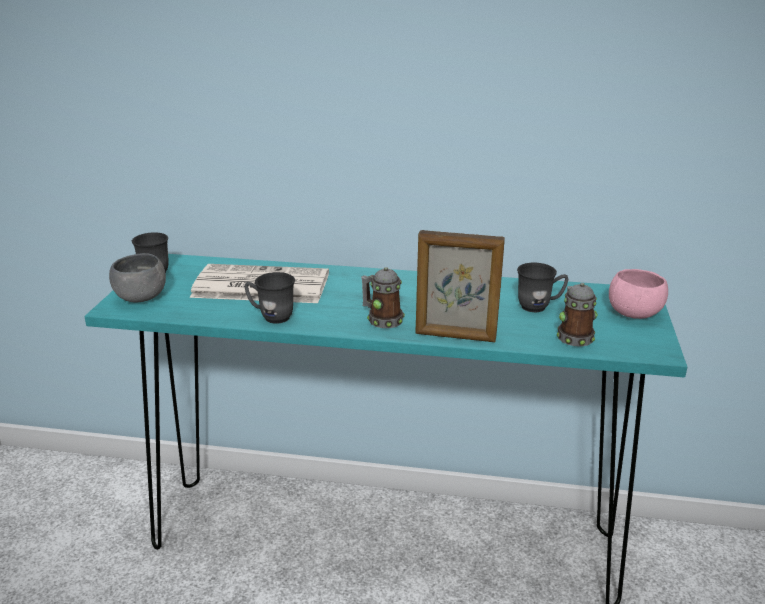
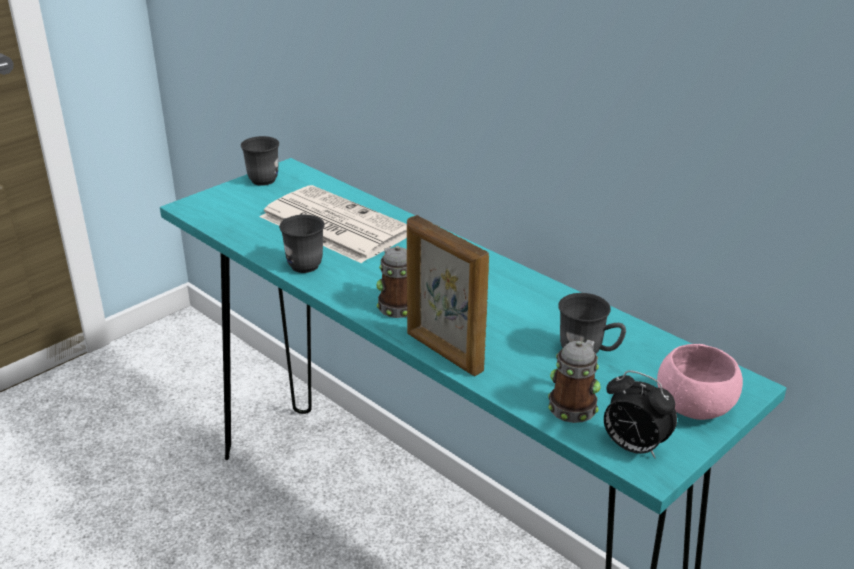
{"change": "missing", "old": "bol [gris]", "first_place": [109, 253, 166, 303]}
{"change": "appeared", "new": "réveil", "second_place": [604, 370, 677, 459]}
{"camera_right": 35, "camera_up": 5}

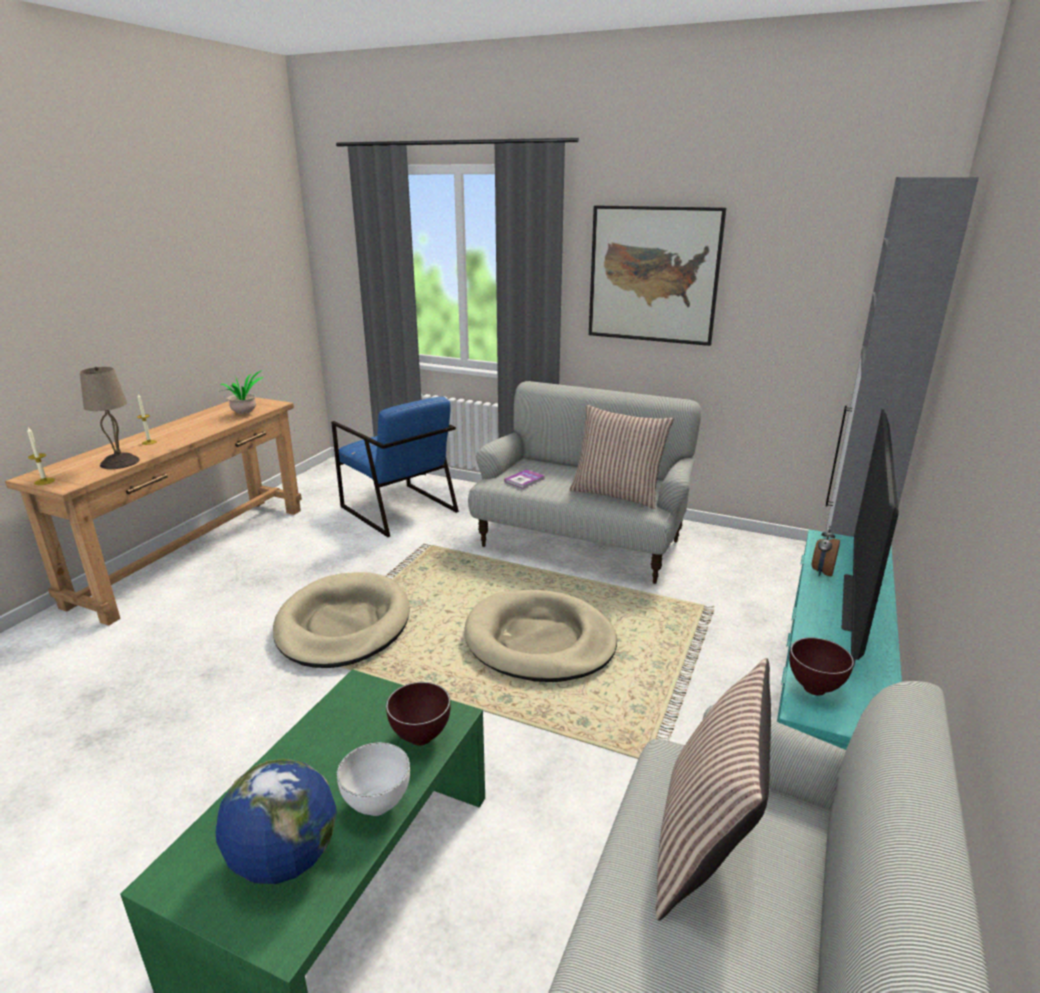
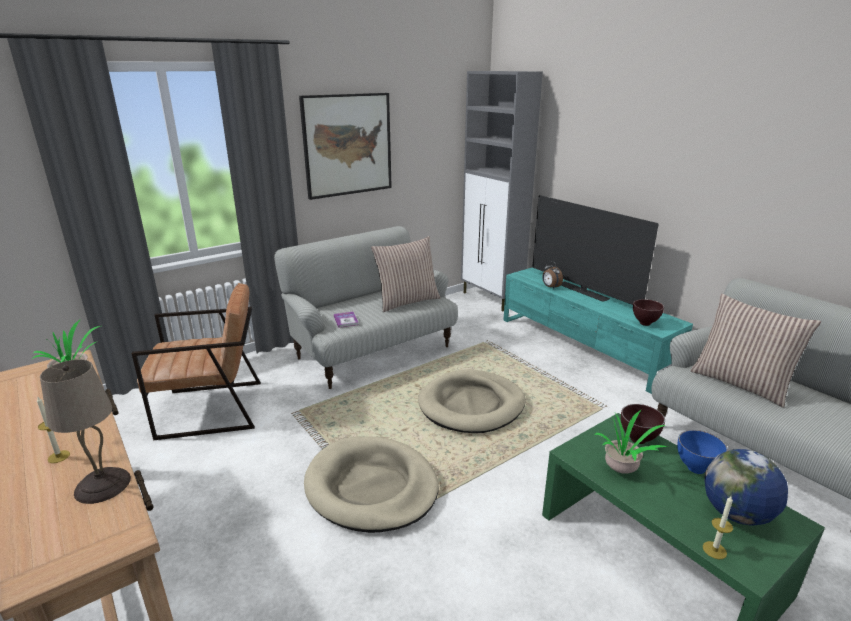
{"change": "relocated", "old": "bougie", "first_place": [27, 427, 55, 485], "second_place": [703, 496, 733, 559]}
{"change": "colour", "old": "fauteuil [bleu]", "new": "fauteuil [marron]", "first_place": [331, 396, 459, 537], "second_place": [131, 283, 261, 440]}
{"change": "colour", "old": "bol [blanc]", "new": "bol [bleu]", "first_place": [337, 742, 410, 816], "second_place": [677, 430, 728, 474]}
{"change": "appeared", "new": "plante en pot", "second_place": [594, 410, 669, 474]}
{"camera_right": -60, "camera_up": 0}

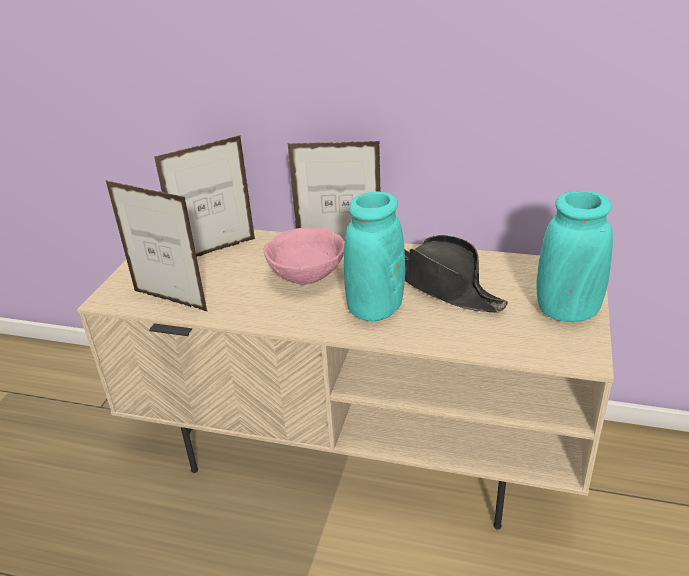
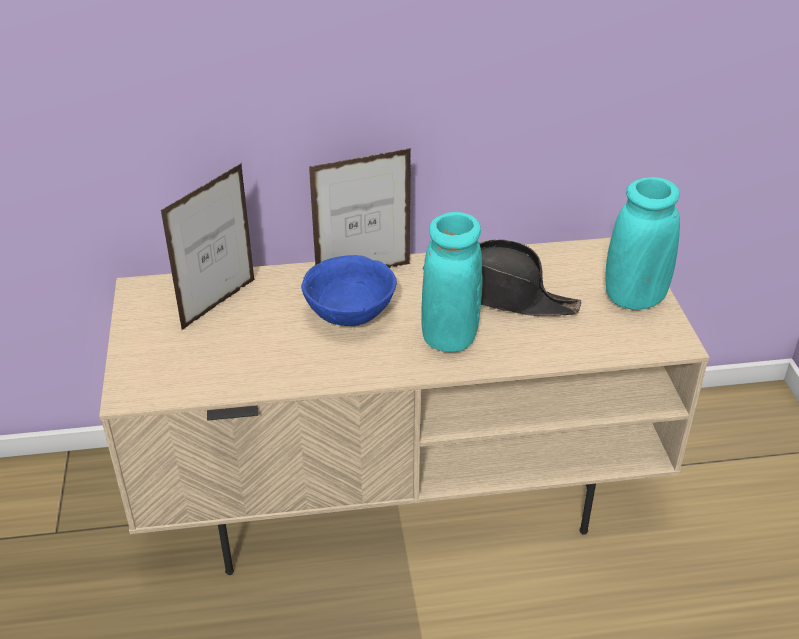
{"change": "missing", "old": "cadre photo", "first_place": [106, 181, 208, 312]}
{"change": "colour", "old": "bol [rose]", "new": "bol [bleu]", "first_place": [263, 227, 345, 285], "second_place": [301, 255, 397, 326]}
{"camera_right": -25, "camera_up": 5}

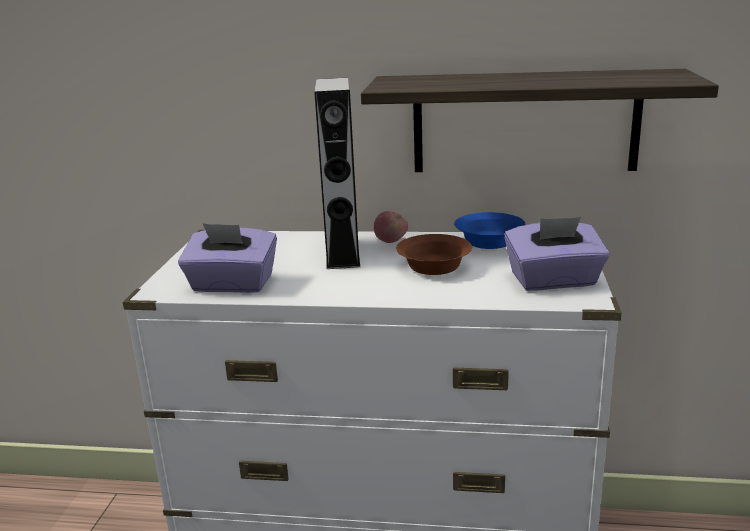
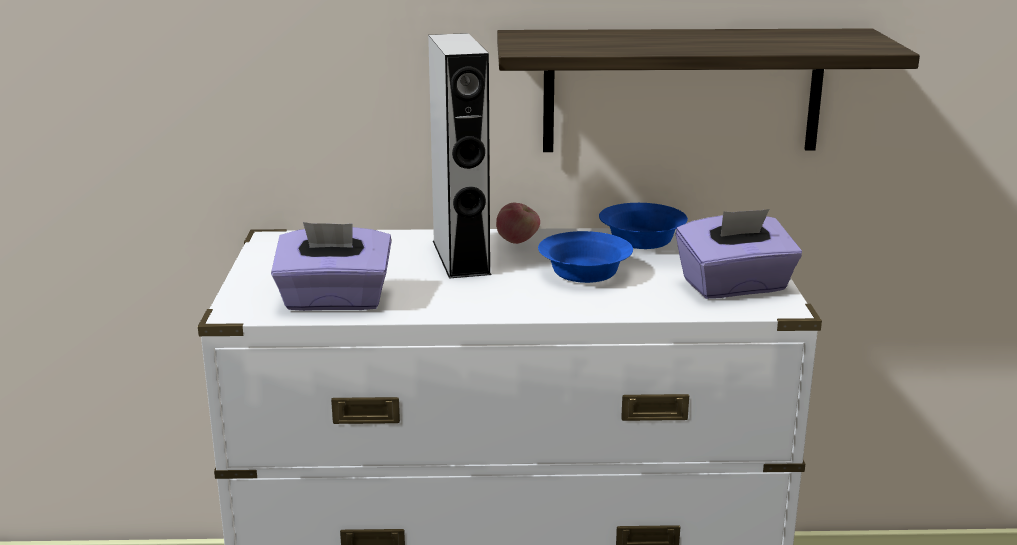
{"change": "colour", "old": "bol [marron]", "new": "bol [bleu]", "first_place": [396, 234, 472, 275], "second_place": [538, 231, 633, 283]}
{"camera_right": -10, "camera_up": 0}

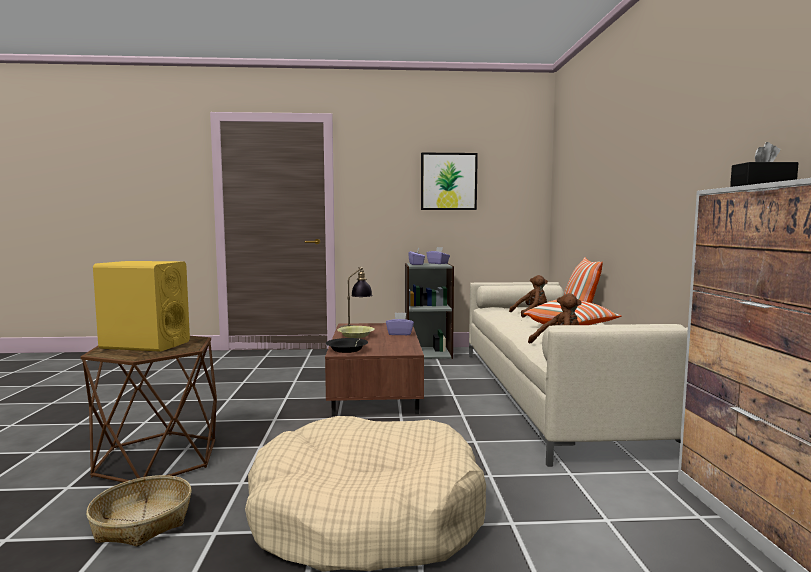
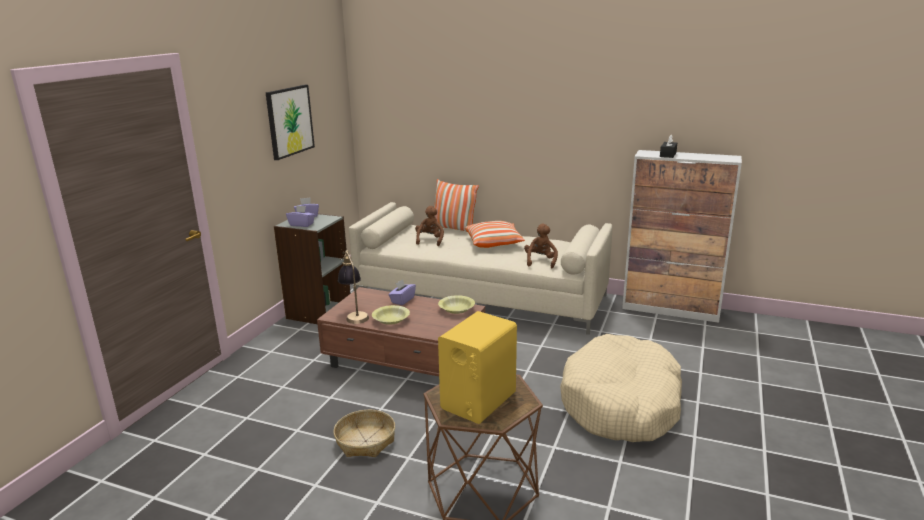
{"change": "relocated", "old": "panier", "first_place": [86, 475, 192, 546], "second_place": [333, 410, 395, 457]}
{"change": "missing", "old": "bol [noir]", "first_place": [326, 338, 368, 353]}
{"change": "appeared", "new": "bol [jaune]", "second_place": [438, 295, 475, 314]}
{"camera_right": -65, "camera_up": 15}

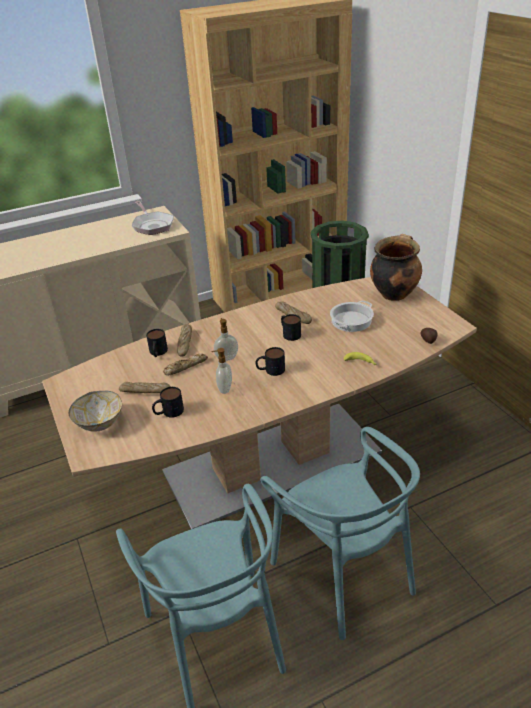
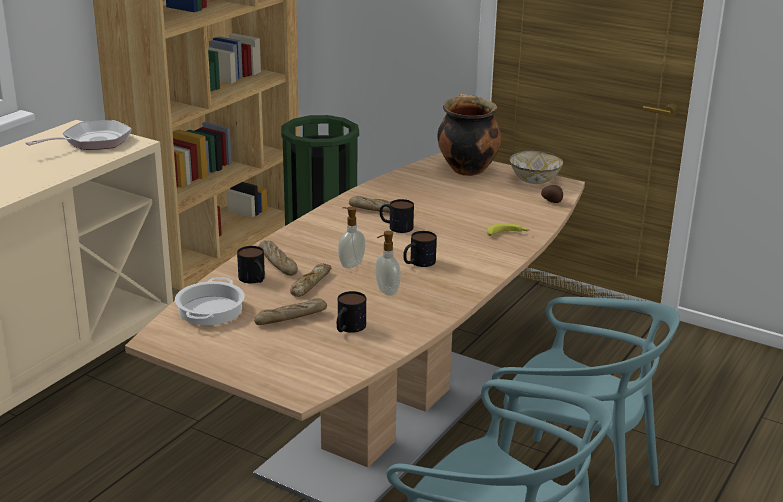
{"change": "relocated", "old": "bol", "first_place": [69, 391, 122, 432], "second_place": [510, 151, 563, 184]}
{"change": "spun", "old": "poêle", "first_place": [132, 201, 174, 235], "second_place": [25, 120, 132, 150], "degrees": -75}
{"change": "relocated", "old": "marmite", "first_place": [330, 301, 374, 332], "second_place": [175, 277, 245, 325]}
{"camera_right": -35, "camera_up": -10}

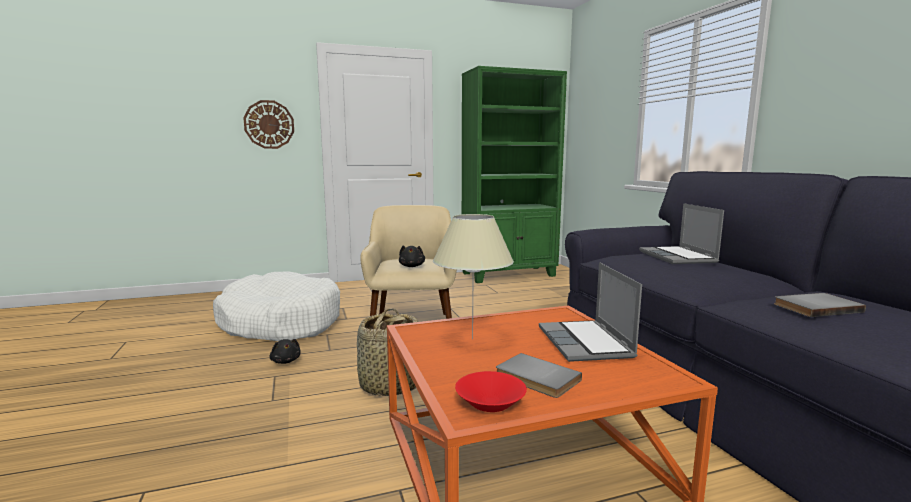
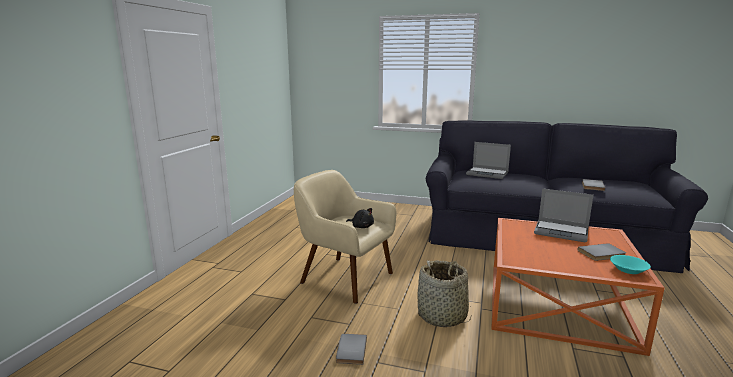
{"change": "missing", "old": "panier pour chien [blanc]", "first_place": [213, 271, 340, 341]}
{"change": "missing", "old": "horloge murale", "first_place": [243, 100, 294, 149]}
{"change": "exchanged", "old": "peluche [noir]", "new": "livre [gris]", "first_place": [270, 339, 301, 364], "second_place": [336, 334, 367, 365]}
{"change": "missing", "old": "lampe de table [beige]", "first_place": [433, 214, 514, 339]}
{"change": "colour", "old": "bol [rouge]", "new": "bol [turquoise]", "first_place": [455, 371, 527, 412], "second_place": [610, 255, 651, 274]}
{"change": "missing", "old": "bibliothèque [vert]", "first_place": [462, 66, 567, 283]}
{"camera_right": -55, "camera_up": 5}

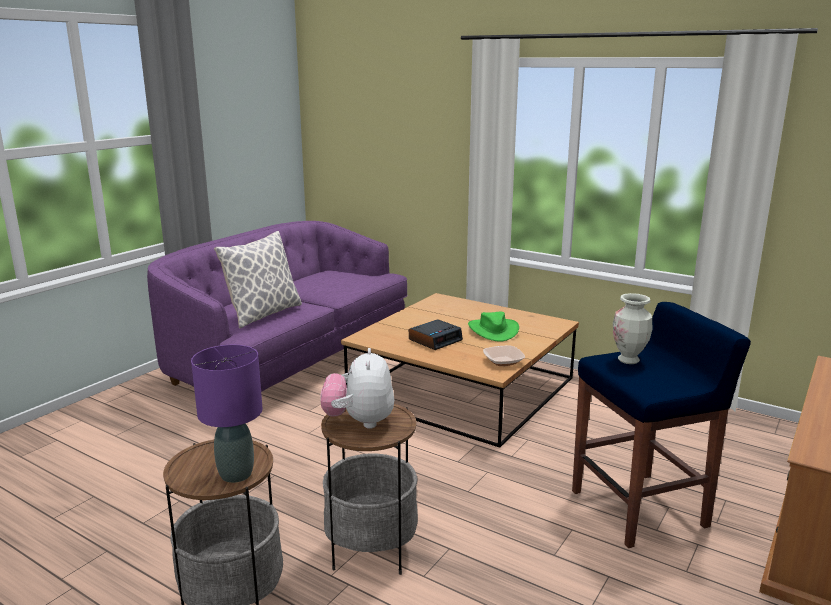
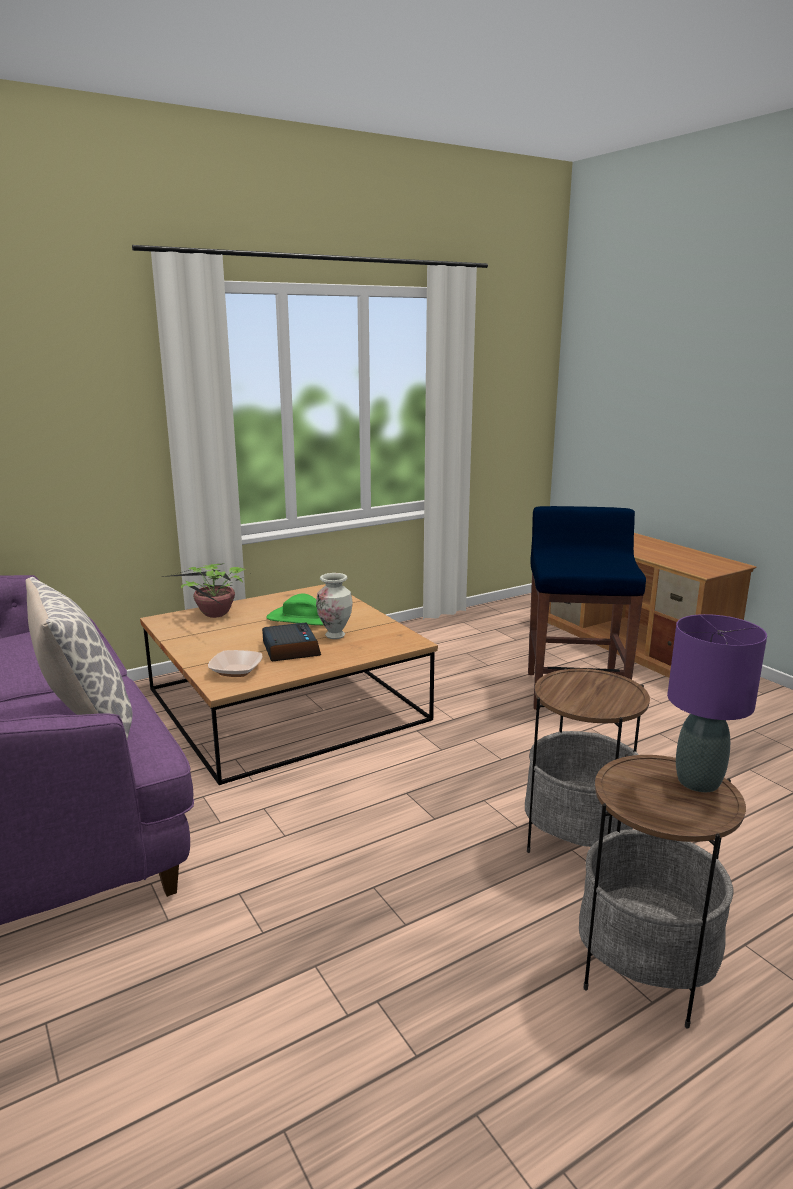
{"change": "missing", "old": "peluche", "first_place": [320, 348, 394, 429]}
{"change": "relocated", "old": "bol", "first_place": [483, 346, 525, 366], "second_place": [208, 650, 263, 677]}
{"change": "relocated", "old": "vase", "first_place": [613, 293, 653, 364], "second_place": [316, 573, 353, 639]}
{"change": "appeared", "new": "plante en pot", "second_place": [162, 563, 246, 618]}
{"camera_right": -65, "camera_up": 0}

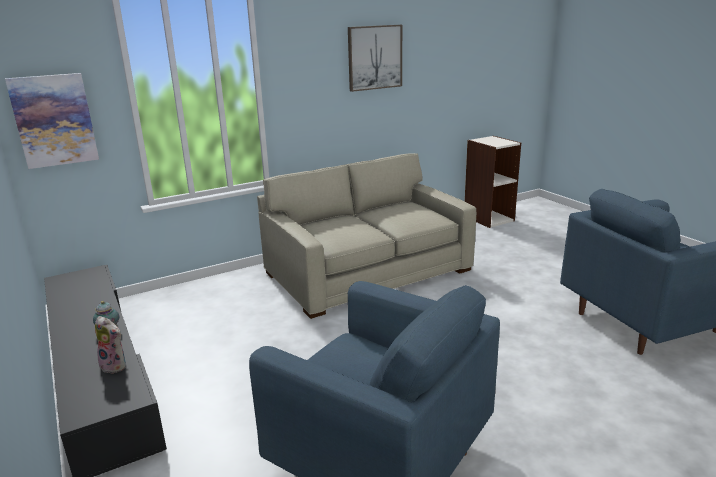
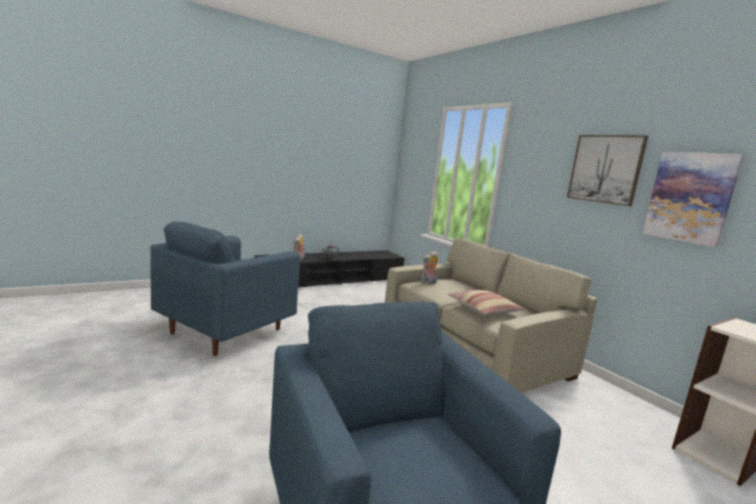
{"change": "relocated", "old": "tableau", "first_place": [5, 73, 99, 169], "second_place": [642, 151, 744, 247]}
{"change": "appeared", "new": "peluche", "second_place": [421, 251, 438, 284]}
{"change": "appeared", "new": "coussin", "second_place": [447, 290, 526, 315]}
{"camera_right": 85, "camera_up": -10}

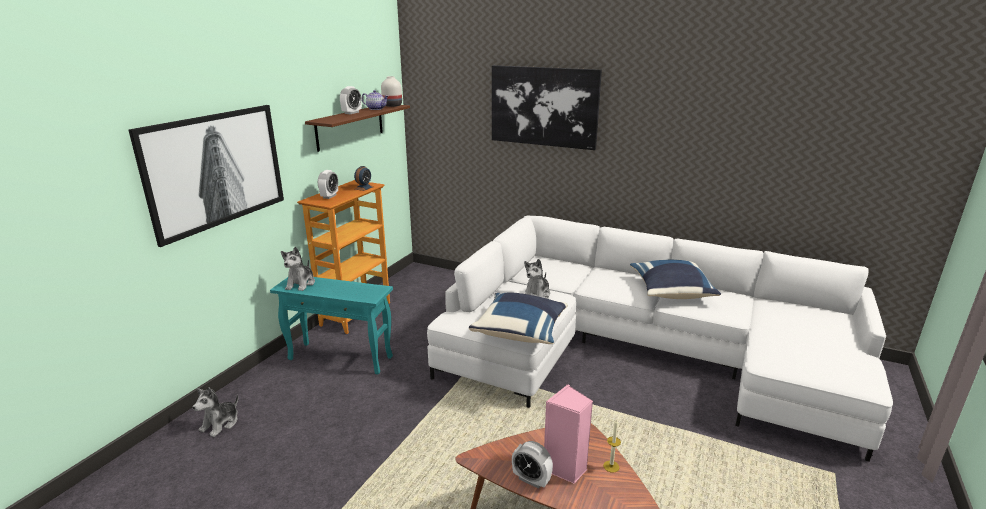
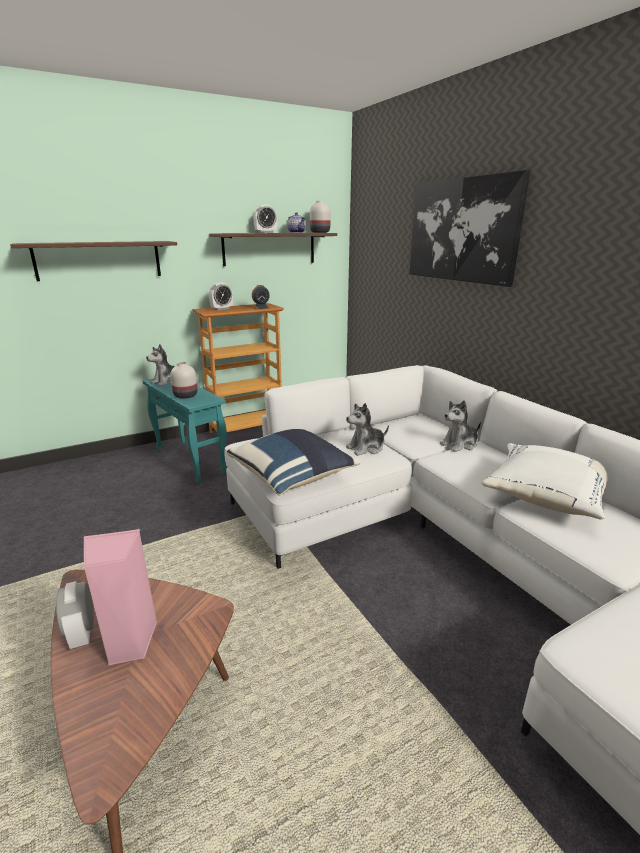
{"change": "exchanged", "old": "tableau", "new": "étagère [marron]", "first_place": [128, 105, 284, 247], "second_place": [10, 241, 177, 281]}
{"change": "relocated", "old": "peluche", "first_place": [192, 387, 238, 437], "second_place": [440, 400, 481, 452]}
{"change": "missing", "old": "bougie", "first_place": [603, 419, 621, 473]}
{"change": "colour", "old": "coussin [bleu]", "new": "coussin [blanc]", "first_place": [630, 260, 721, 299], "second_place": [481, 443, 608, 519]}
{"change": "appeared", "new": "vase [blanc]", "second_place": [170, 362, 197, 399]}
{"camera_right": 35, "camera_up": 0}

